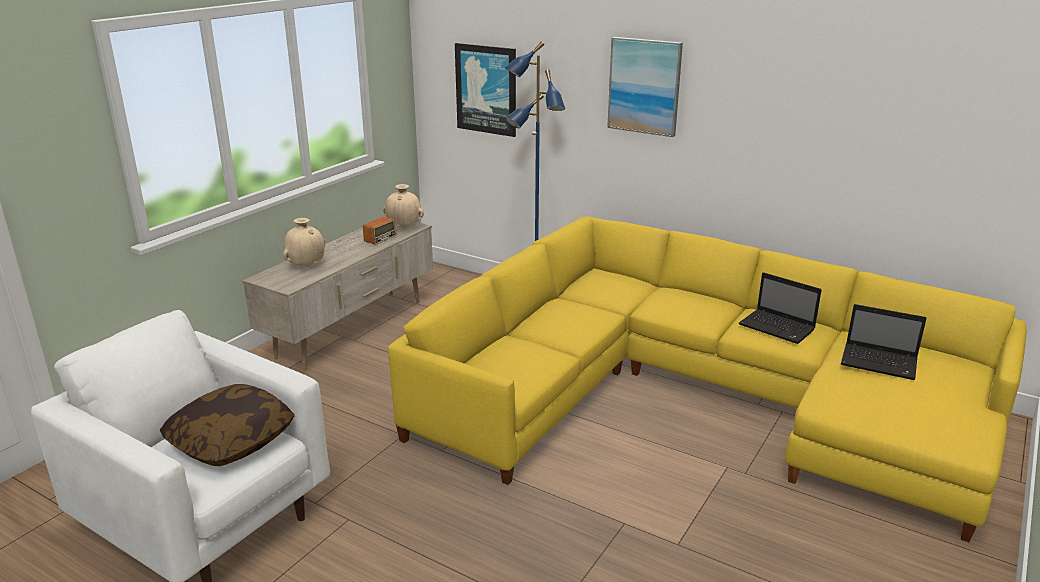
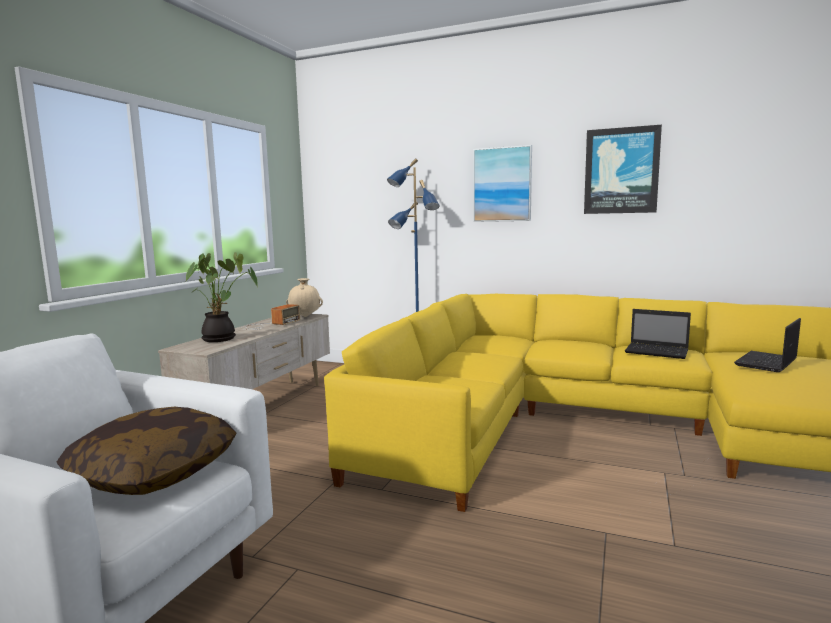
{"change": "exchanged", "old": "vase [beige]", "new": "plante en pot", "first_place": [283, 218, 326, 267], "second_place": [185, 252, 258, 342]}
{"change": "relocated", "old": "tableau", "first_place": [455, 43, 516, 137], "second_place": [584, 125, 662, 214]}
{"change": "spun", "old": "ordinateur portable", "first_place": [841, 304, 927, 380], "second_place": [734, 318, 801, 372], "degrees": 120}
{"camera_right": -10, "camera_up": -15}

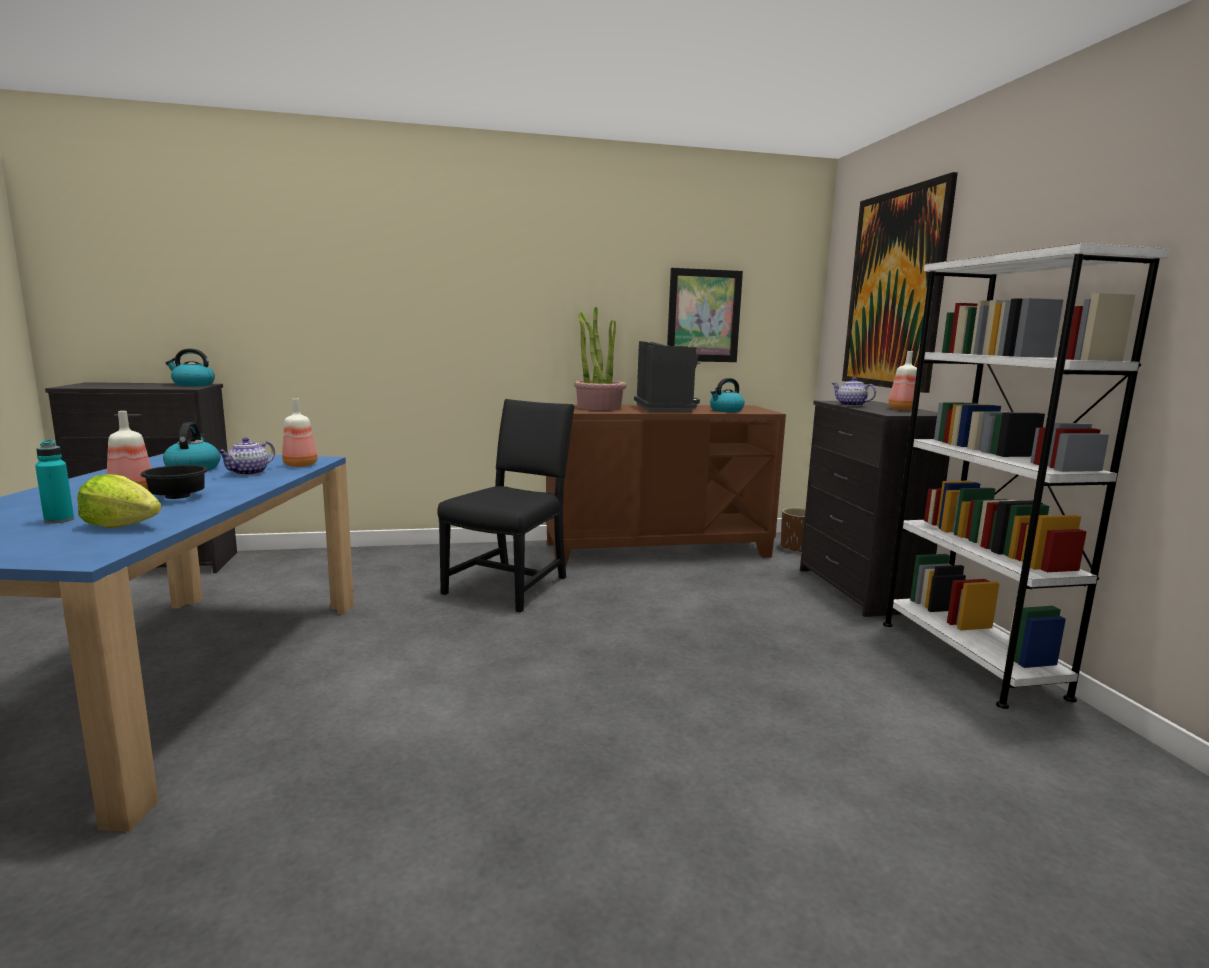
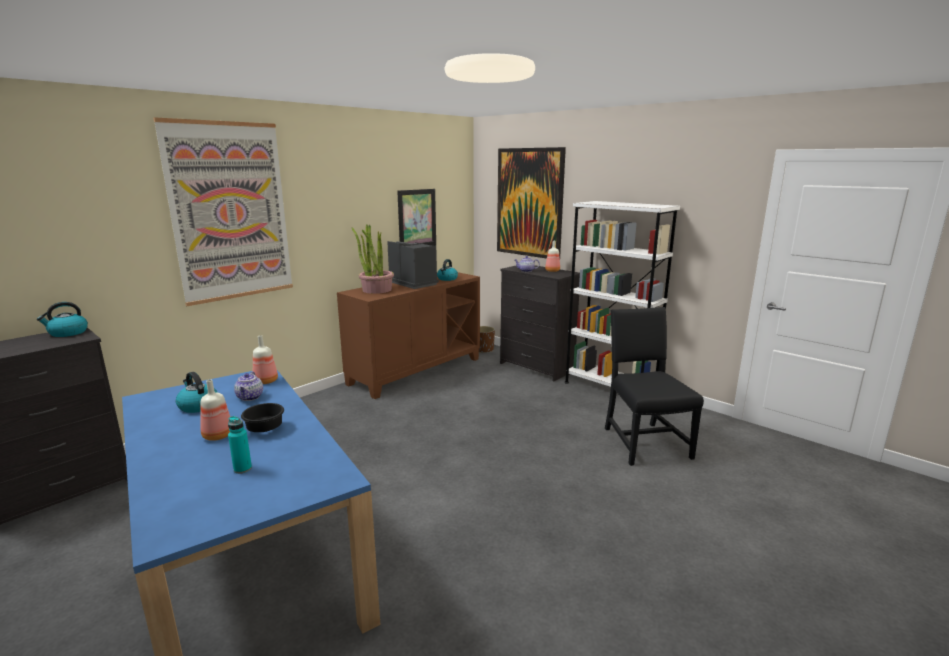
{"change": "missing", "old": "laitue", "first_place": [77, 474, 162, 528]}
{"change": "relocated", "old": "chaise [noir]", "first_place": [437, 399, 575, 613], "second_place": [605, 307, 704, 466]}
{"change": "appeared", "new": "tableau", "second_place": [153, 117, 293, 306]}
{"camera_right": -35, "camera_up": 5}

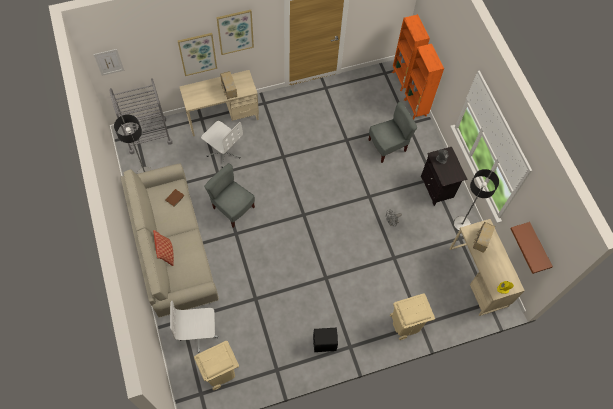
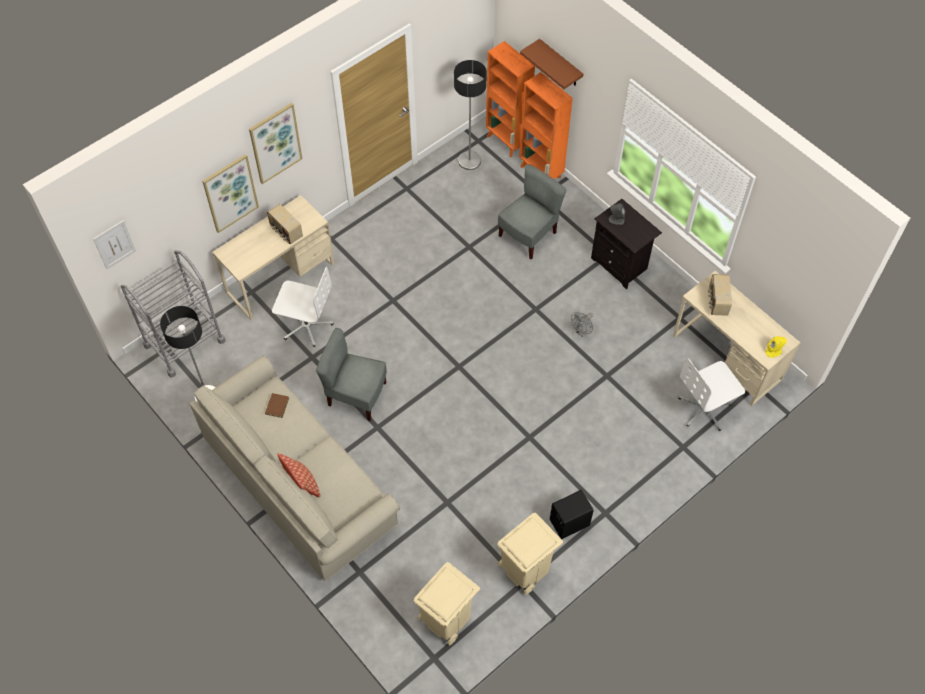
{"change": "relocated", "old": "chaise de bureau [blanc]", "first_place": [170, 301, 218, 353], "second_place": [678, 358, 745, 431]}
{"change": "relocated", "old": "poubelle [beige]", "first_place": [390, 294, 435, 340], "second_place": [497, 513, 563, 595]}
{"change": "relocated", "old": "lampadaire", "first_place": [453, 169, 499, 231], "second_place": [454, 60, 487, 170]}
{"change": "relocated", "old": "étagère [marron]", "first_place": [510, 222, 553, 274], "second_place": [520, 39, 583, 89]}
{"camera_right": -20, "camera_up": -5}

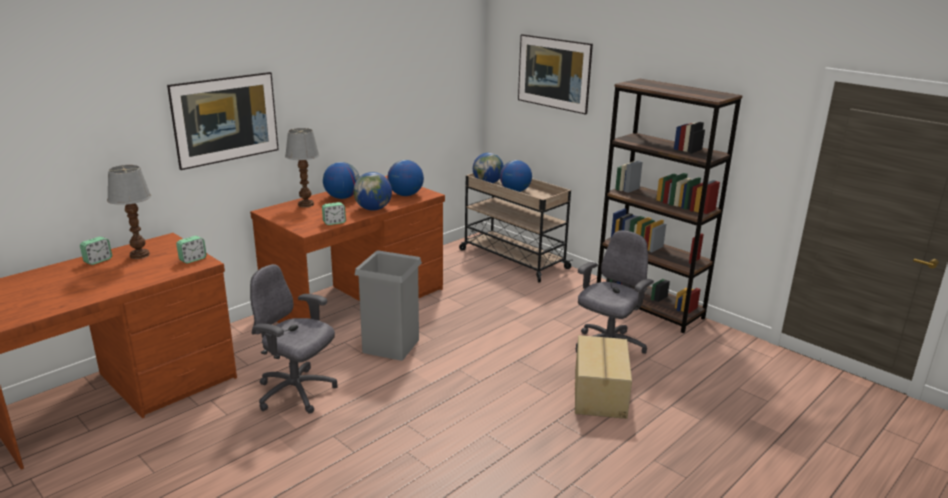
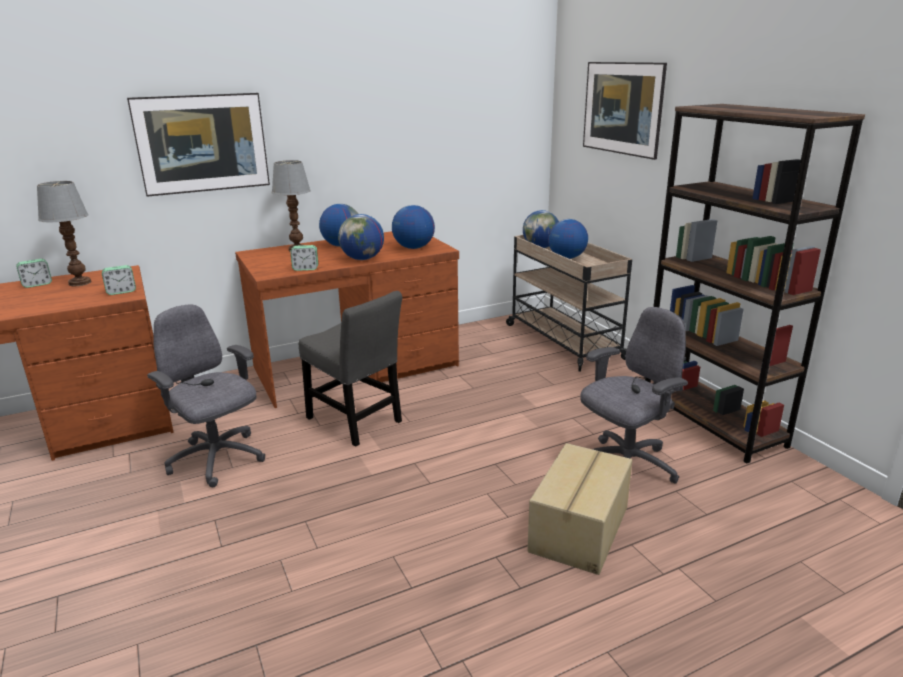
{"change": "exchanged", "old": "poubelle [gris]", "new": "chaise [gris]", "first_place": [355, 250, 422, 361], "second_place": [299, 291, 402, 447]}
{"camera_right": 20, "camera_up": 0}

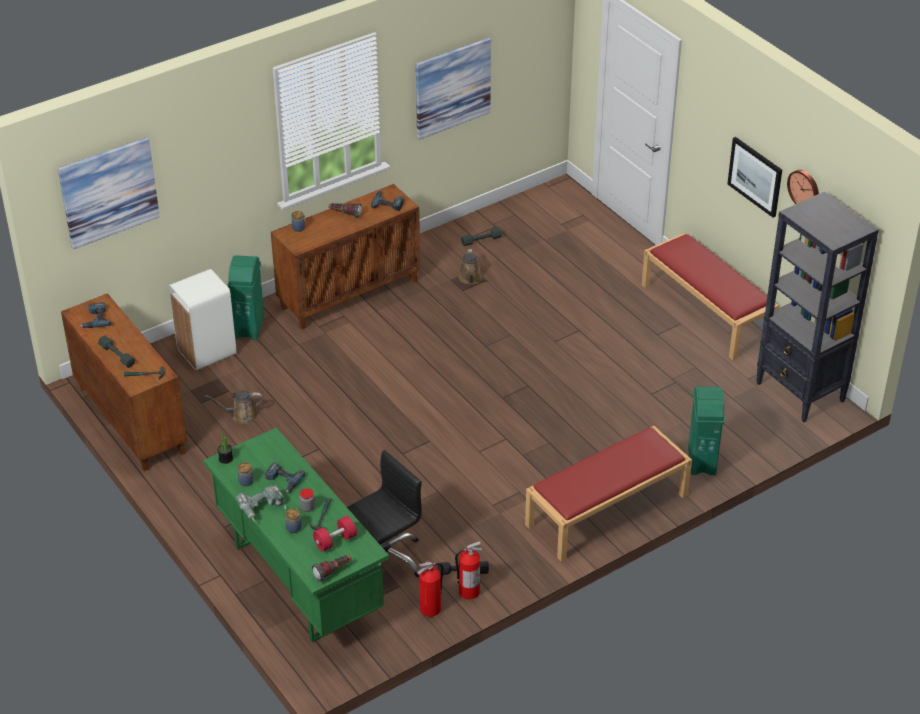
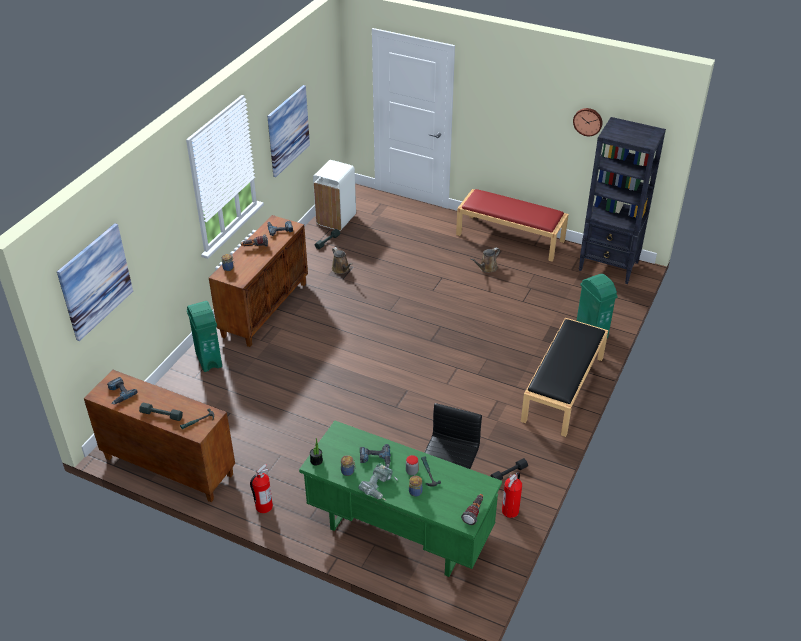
{"change": "relocated", "old": "poubelle [blanc]", "first_place": [169, 269, 237, 370], "second_place": [313, 160, 356, 231]}
{"change": "relocated", "old": "arrosoir [marron]", "first_place": [205, 391, 263, 424], "second_place": [470, 247, 500, 273]}
{"change": "missing", "old": "haltère [rouge]", "first_place": [313, 516, 357, 552]}
{"change": "relocated", "old": "extincteur", "first_place": [455, 541, 483, 600], "second_place": [250, 464, 273, 513]}
{"change": "colour", "old": "banc [rouge]", "new": "banc [noir]", "first_place": [525, 426, 692, 561], "second_place": [521, 318, 608, 437]}
{"change": "missing", "old": "tableau", "first_place": [727, 137, 782, 218]}
{"camera_right": -30, "camera_up": 0}

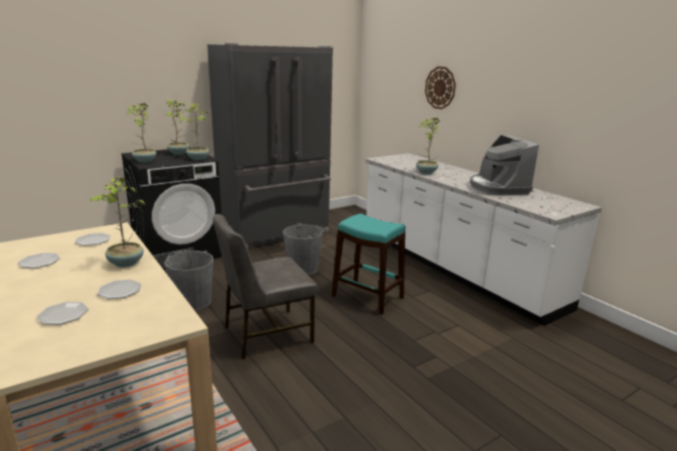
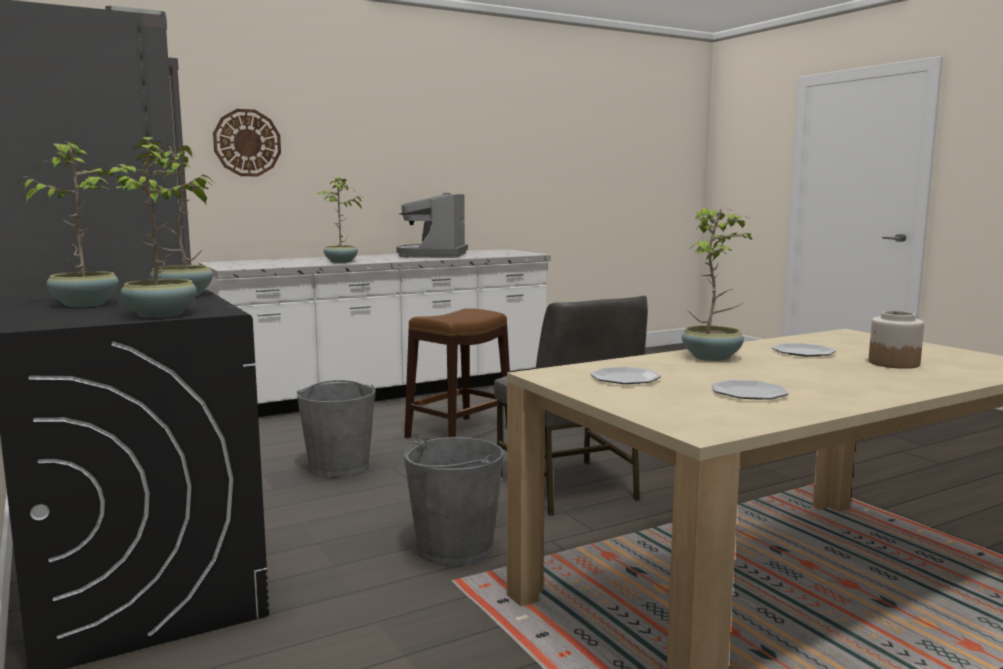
{"change": "exchanged", "old": "assiette", "new": "bocal", "first_place": [37, 302, 88, 325], "second_place": [869, 311, 924, 369]}
{"change": "colour", "old": "tabouret [turquoise]", "new": "tabouret [marron]", "first_place": [332, 214, 405, 315], "second_place": [405, 308, 510, 438]}
{"change": "spun", "old": "machine à café", "first_place": [470, 135, 539, 195], "second_place": [396, 193, 468, 258], "degrees": 105}
{"camera_right": -85, "camera_up": -10}

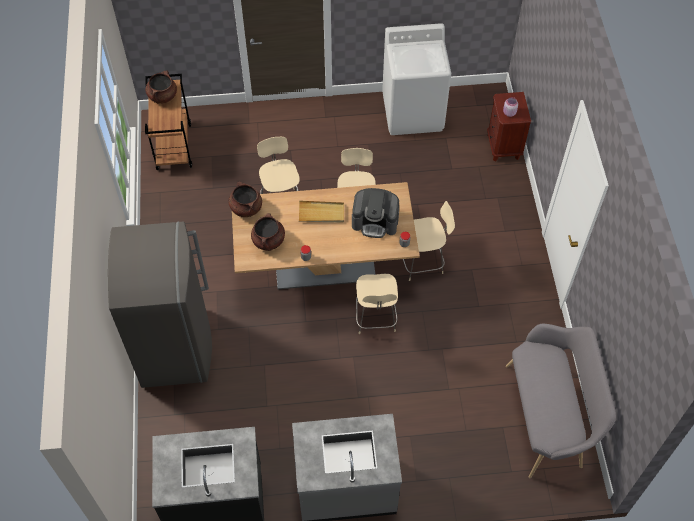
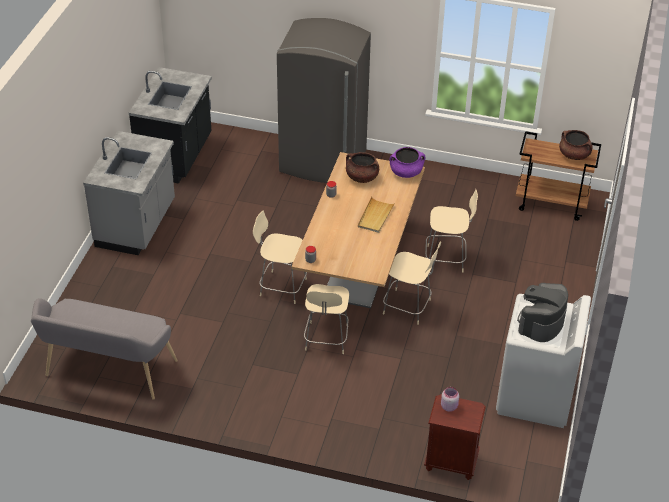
{"change": "colour", "old": "marmite [marron]", "new": "marmite [violet]", "first_place": [228, 181, 262, 217], "second_place": [389, 147, 425, 178]}
{"change": "relocated", "old": "machine à café", "first_place": [352, 188, 399, 238], "second_place": [517, 283, 568, 342]}
{"camera_right": 110, "camera_up": -15}

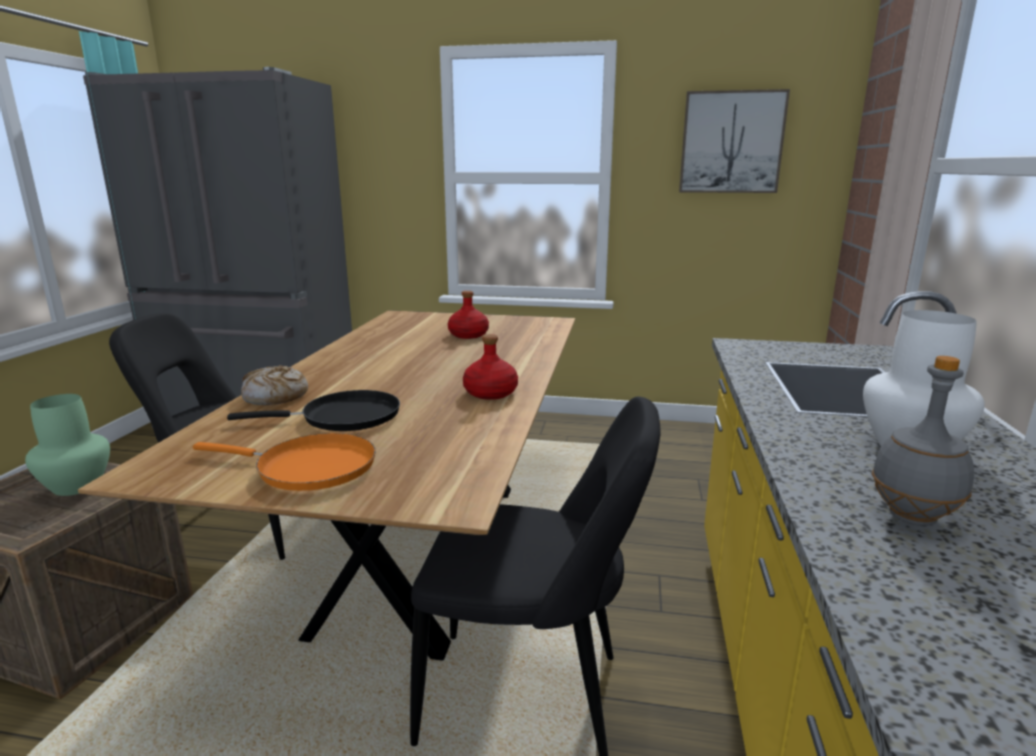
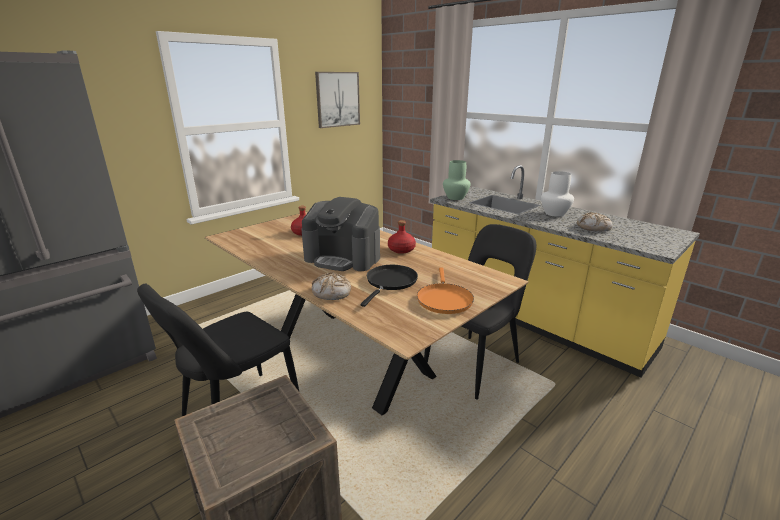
{"change": "relocated", "old": "vase [vert]", "first_place": [25, 394, 110, 496], "second_place": [443, 160, 470, 200]}
{"change": "spun", "old": "poêle [orange]", "first_place": [193, 433, 376, 491], "second_place": [417, 267, 474, 314], "degrees": 135}
{"change": "exchanged", "old": "bouteille [gris]", "new": "pain", "first_place": [872, 356, 974, 526], "second_place": [577, 212, 613, 231]}
{"change": "appeared", "new": "machine à café", "second_place": [301, 197, 380, 271]}
{"camera_right": -55, "camera_up": 5}

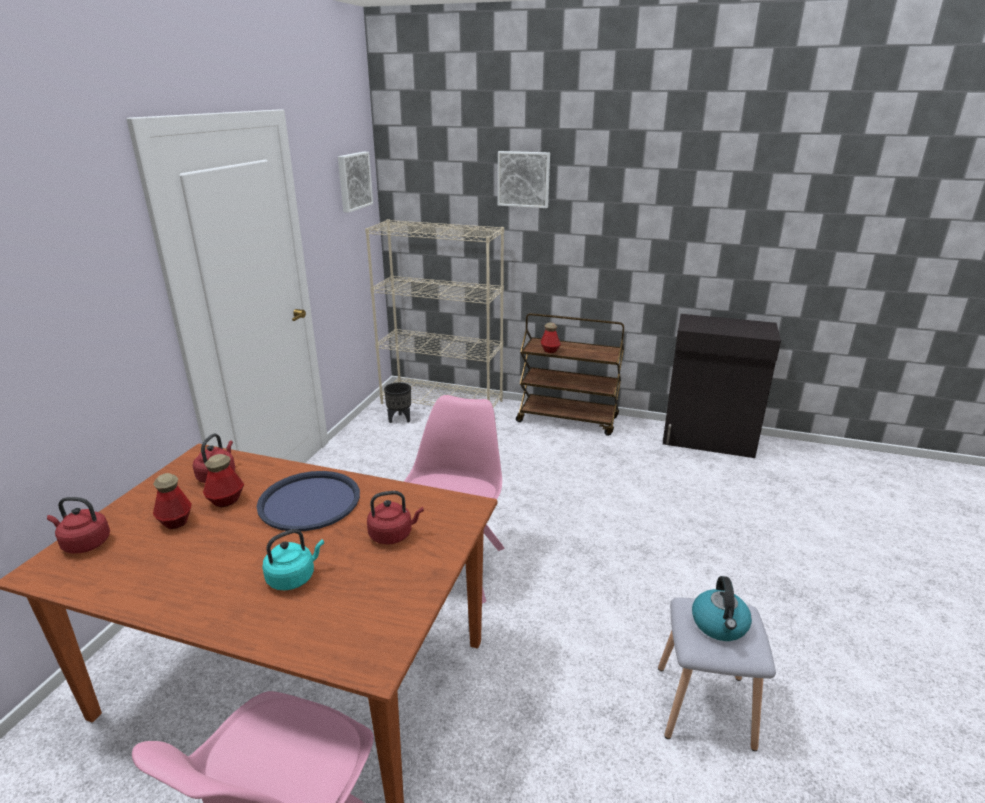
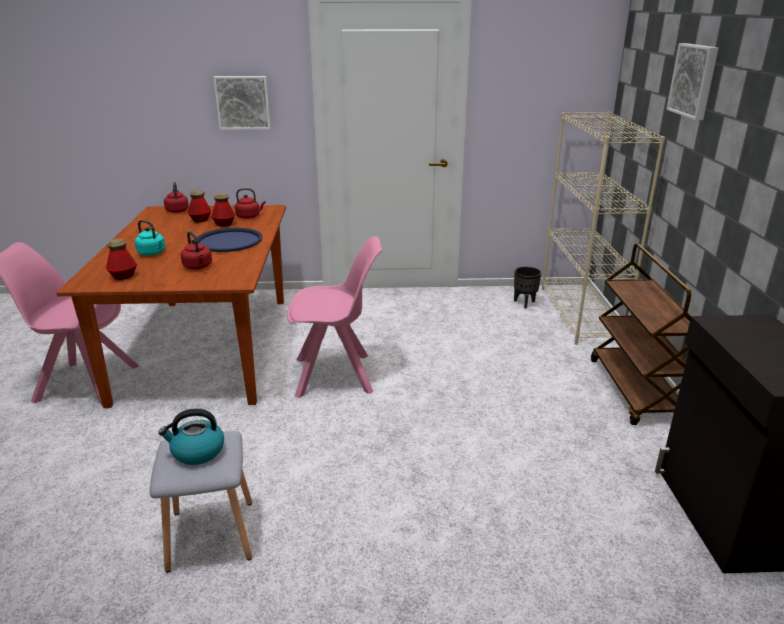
{"change": "relocated", "old": "tableau", "first_place": [338, 152, 373, 213], "second_place": [213, 76, 271, 130]}
{"change": "relocated", "old": "bouteille", "first_place": [541, 322, 561, 353], "second_place": [106, 239, 137, 280]}
{"camera_right": 70, "camera_up": 0}

